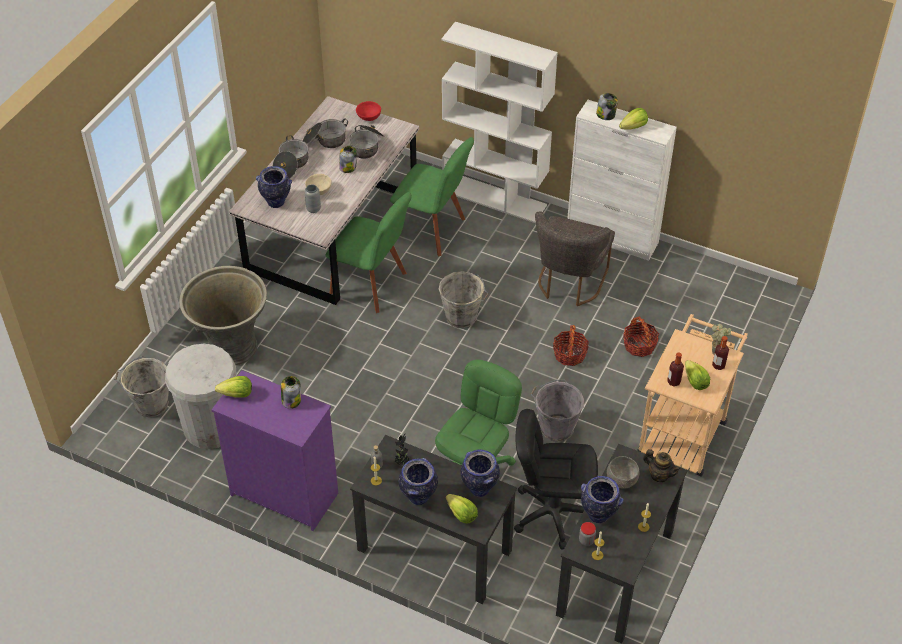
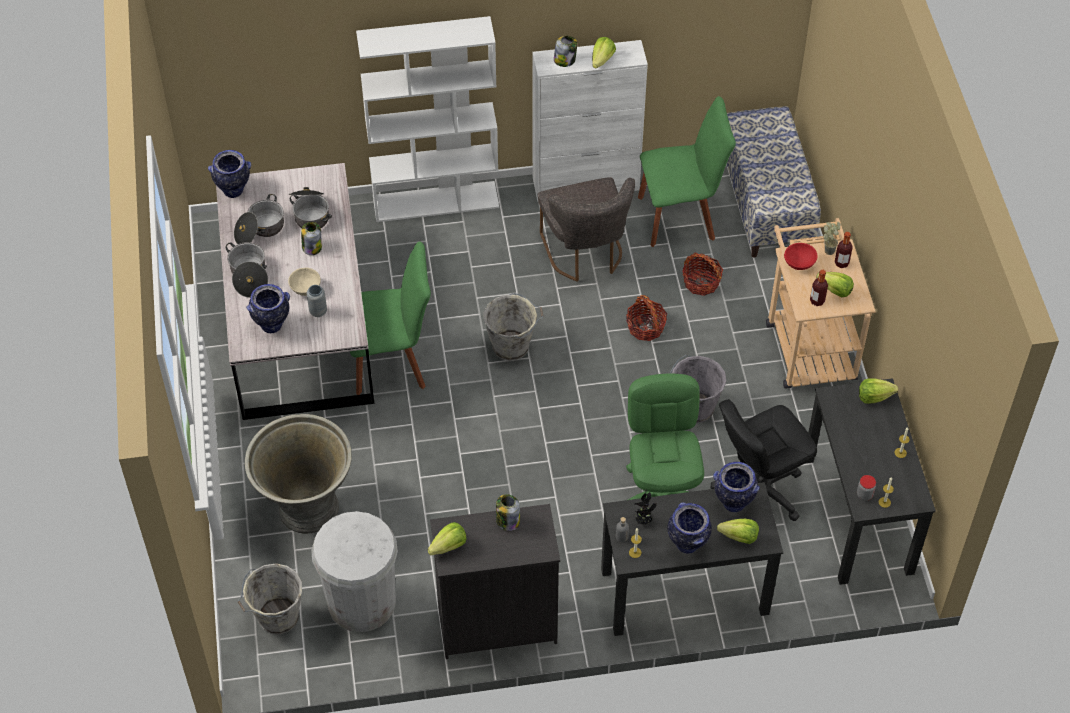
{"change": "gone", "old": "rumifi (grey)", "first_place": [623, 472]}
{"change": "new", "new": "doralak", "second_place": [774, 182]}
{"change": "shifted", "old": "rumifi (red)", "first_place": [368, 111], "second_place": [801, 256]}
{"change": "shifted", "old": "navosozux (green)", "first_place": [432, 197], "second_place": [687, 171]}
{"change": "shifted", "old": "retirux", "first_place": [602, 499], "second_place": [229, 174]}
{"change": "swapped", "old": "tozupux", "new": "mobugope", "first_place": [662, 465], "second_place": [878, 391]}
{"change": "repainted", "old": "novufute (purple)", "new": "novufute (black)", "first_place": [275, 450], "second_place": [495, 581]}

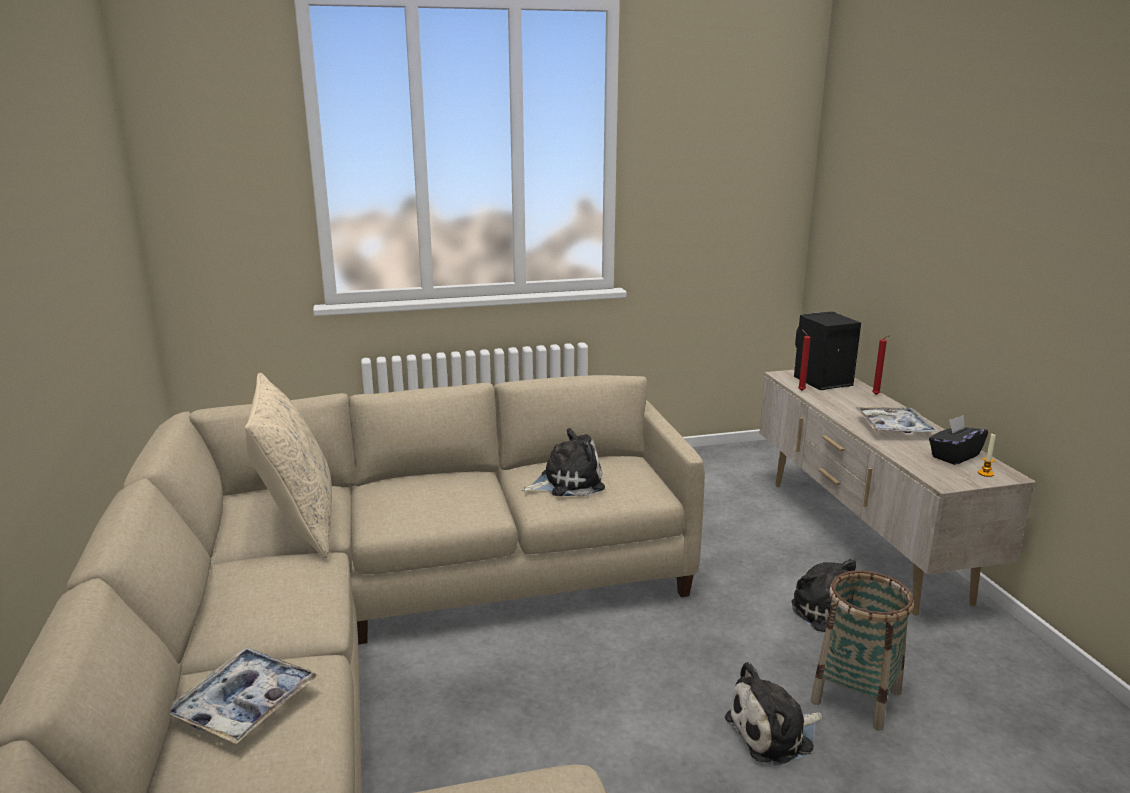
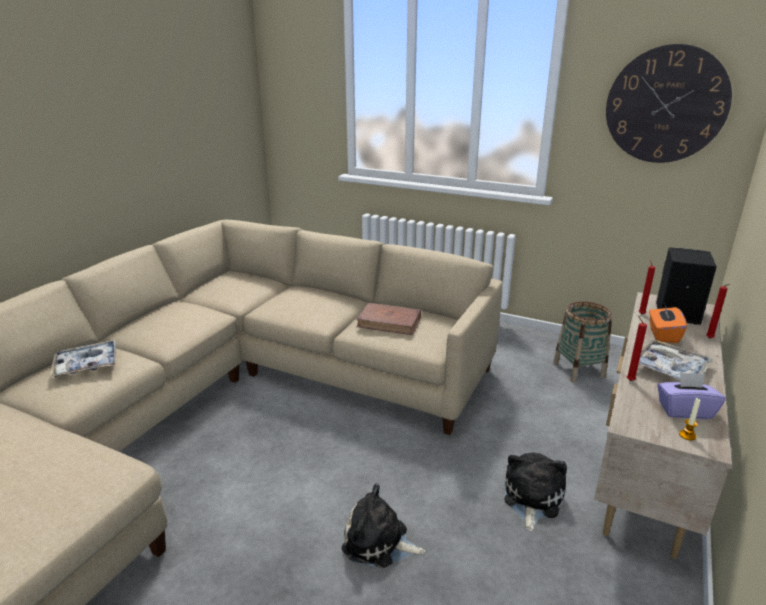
{"change": "gone", "old": "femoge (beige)", "first_place": [288, 465]}
{"change": "new", "new": "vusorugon", "second_place": [669, 103]}
{"change": "new", "new": "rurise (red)", "second_place": [637, 348]}
{"change": "new", "new": "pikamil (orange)", "second_place": [668, 322]}
{"change": "shifted", "old": "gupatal", "first_place": [862, 650], "second_place": [582, 342]}
{"change": "swapped", "old": "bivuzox", "new": "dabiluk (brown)", "first_place": [563, 462], "second_place": [388, 319]}
{"change": "repainted", "old": "pikamil (black)", "new": "pikamil (purple)", "first_place": [958, 440], "second_place": [691, 395]}

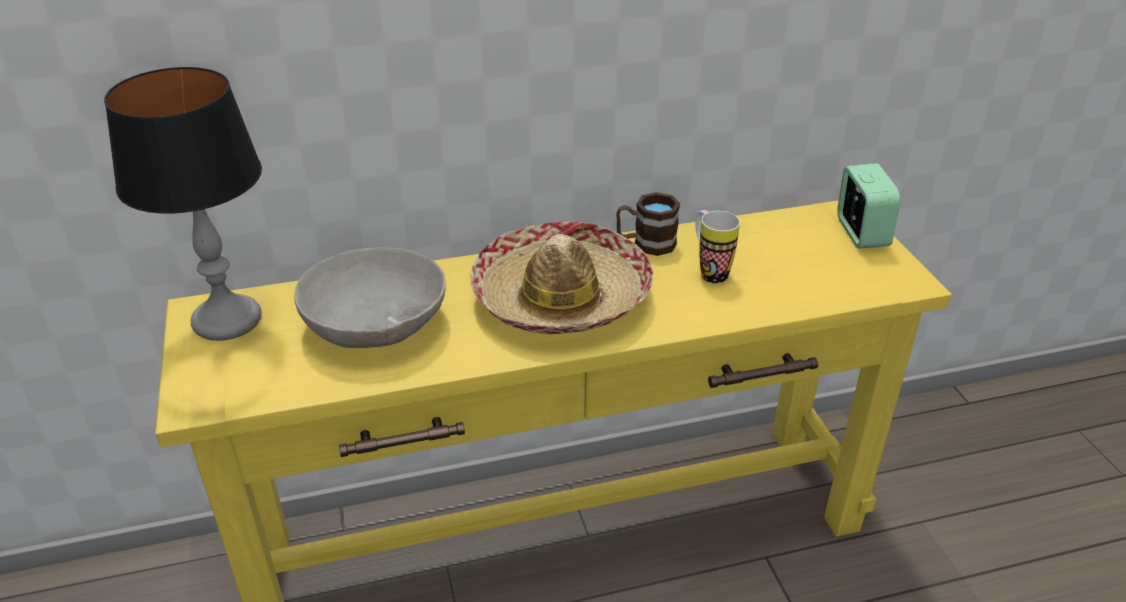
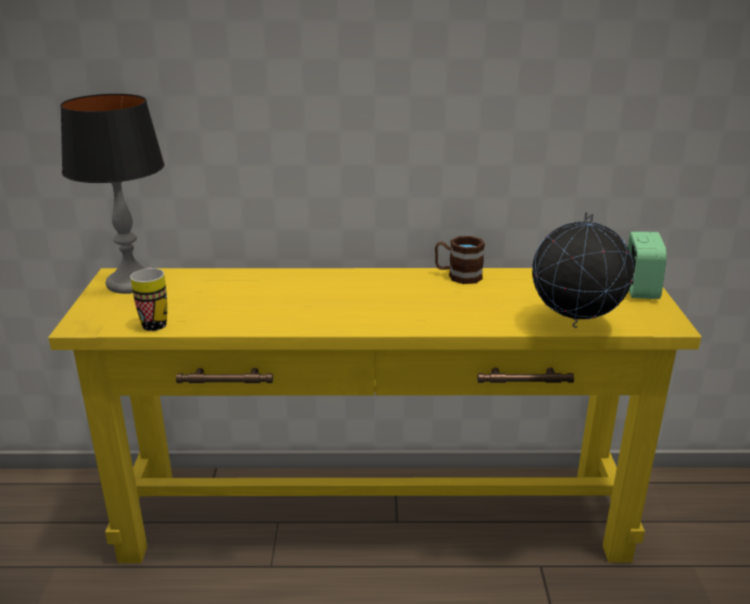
{"change": "gone", "old": "rumifi (grey)", "first_place": [370, 297]}
{"change": "gone", "old": "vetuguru", "first_place": [562, 277]}
{"change": "new", "new": "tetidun", "second_place": [583, 269]}
{"change": "shifted", "old": "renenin", "first_place": [718, 246], "second_place": [148, 299]}

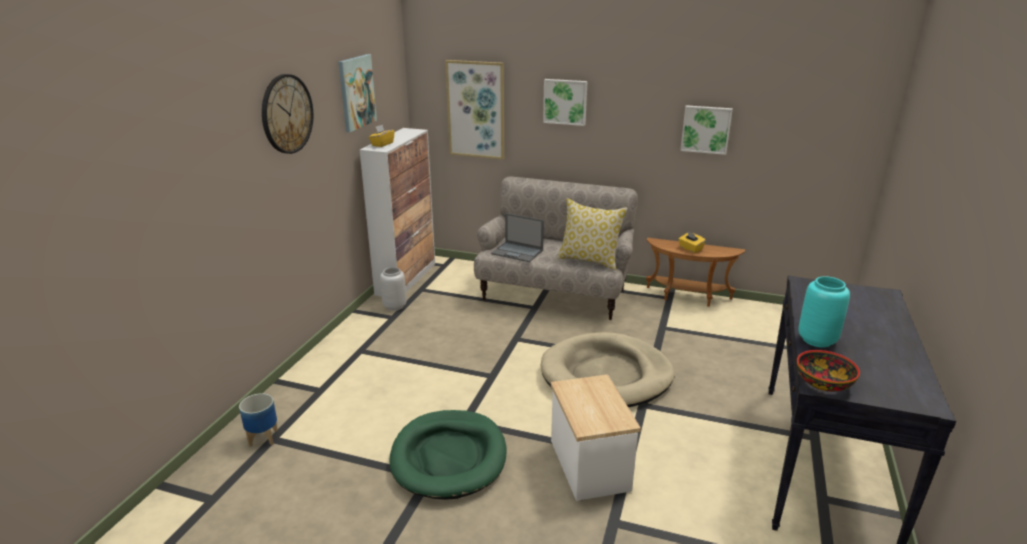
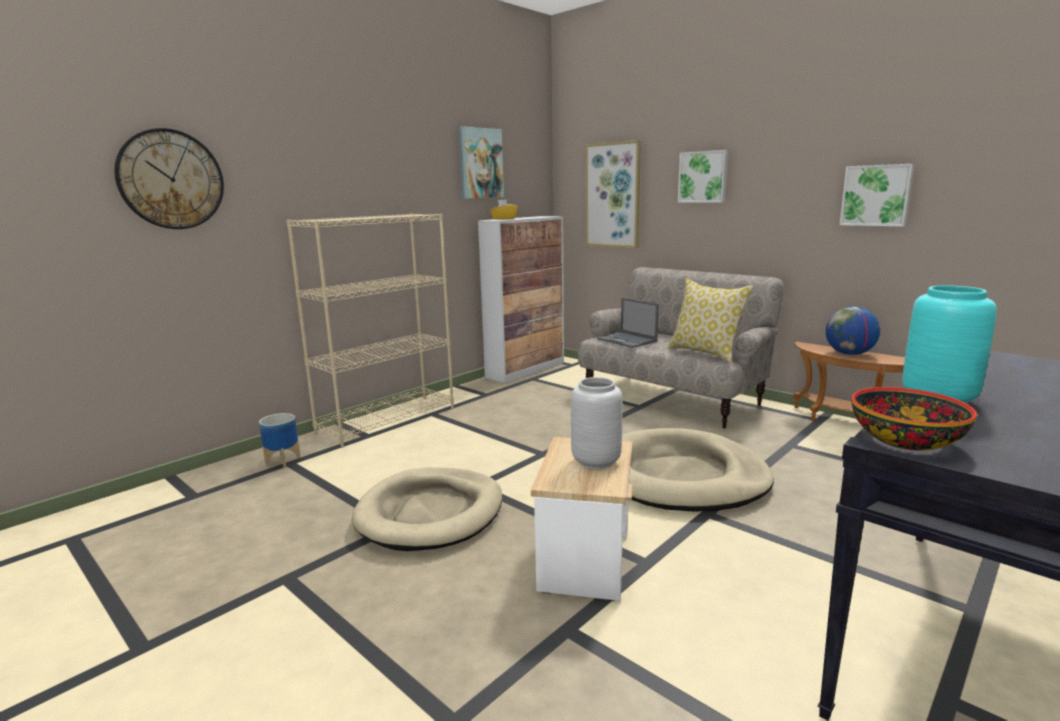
{"change": "new", "new": "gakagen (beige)", "second_place": [370, 330]}
{"change": "shifted", "old": "vusorugon", "first_place": [287, 114], "second_place": [169, 178]}
{"change": "shifted", "old": "retirux (grey)", "first_place": [393, 289], "second_place": [597, 423]}
{"change": "swapped", "old": "pikamil (yellow)", "new": "tetidun", "first_place": [692, 242], "second_place": [853, 331]}
{"change": "repainted", "old": "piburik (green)", "new": "piburik (beige)", "first_place": [448, 455], "second_place": [427, 509]}

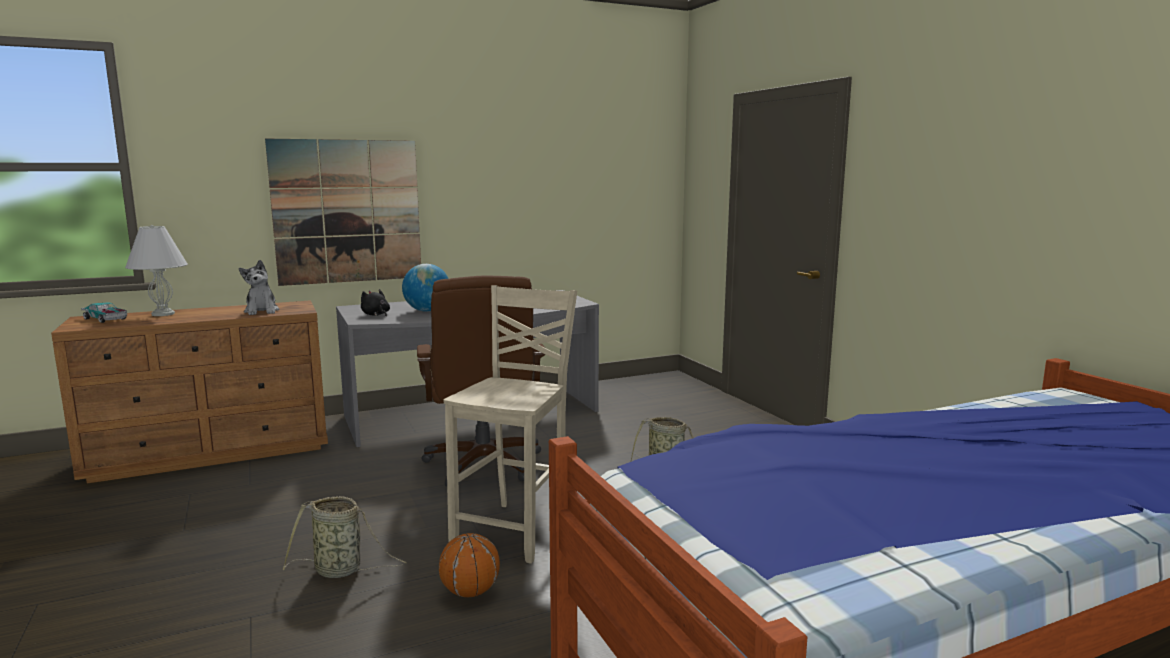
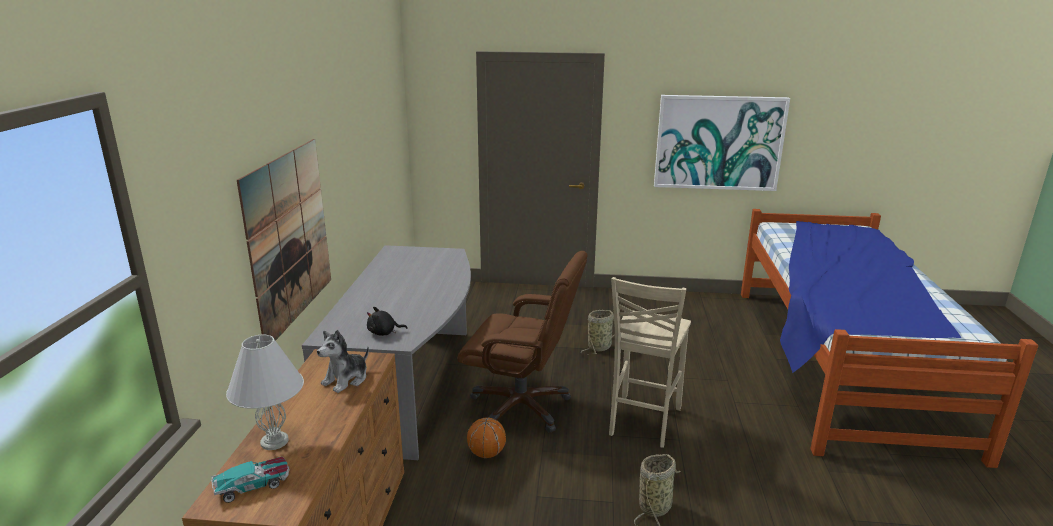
{"change": "gone", "old": "tetidun", "first_place": [425, 288]}
{"change": "new", "new": "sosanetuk", "second_place": [722, 143]}
{"change": "shifted", "old": "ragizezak", "first_place": [469, 565], "second_place": [486, 437]}
{"change": "rotated", "old": "bivuzox", "first_place": [259, 287], "second_place": [343, 361], "degrees": 120}
{"change": "rotated", "old": "navosozux (beige)", "first_place": [510, 424], "second_place": [650, 362], "degrees": -120}

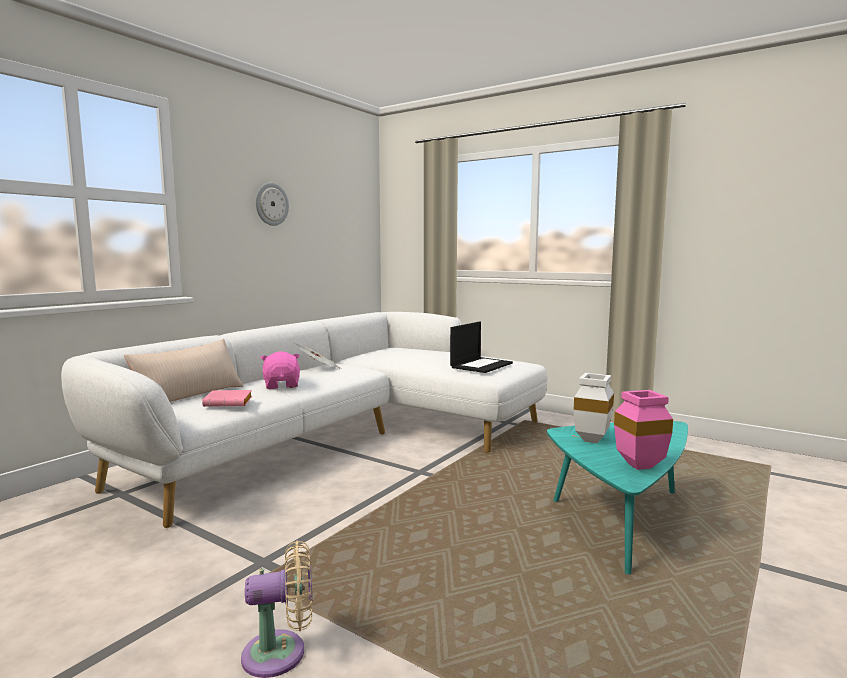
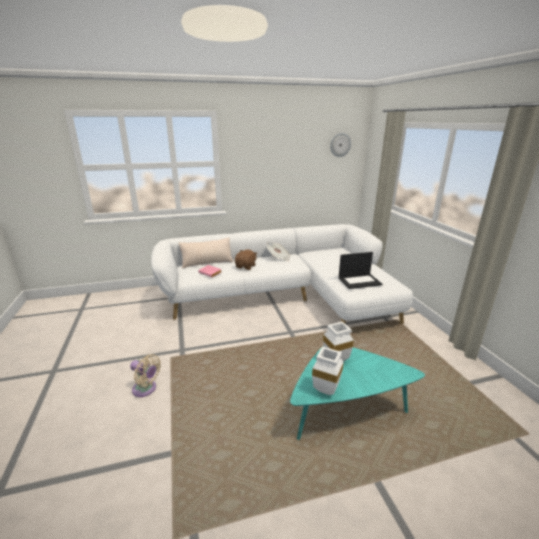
{"change": "shifted", "old": "vusorugon", "first_place": [272, 204], "second_place": [340, 145]}
{"change": "repainted", "old": "bivuzox (pink)", "new": "bivuzox (brown)", "first_place": [280, 370], "second_place": [246, 260]}
{"change": "repainted", "old": "retirux (pink)", "new": "retirux (white)", "first_place": [643, 430], "second_place": [328, 370]}

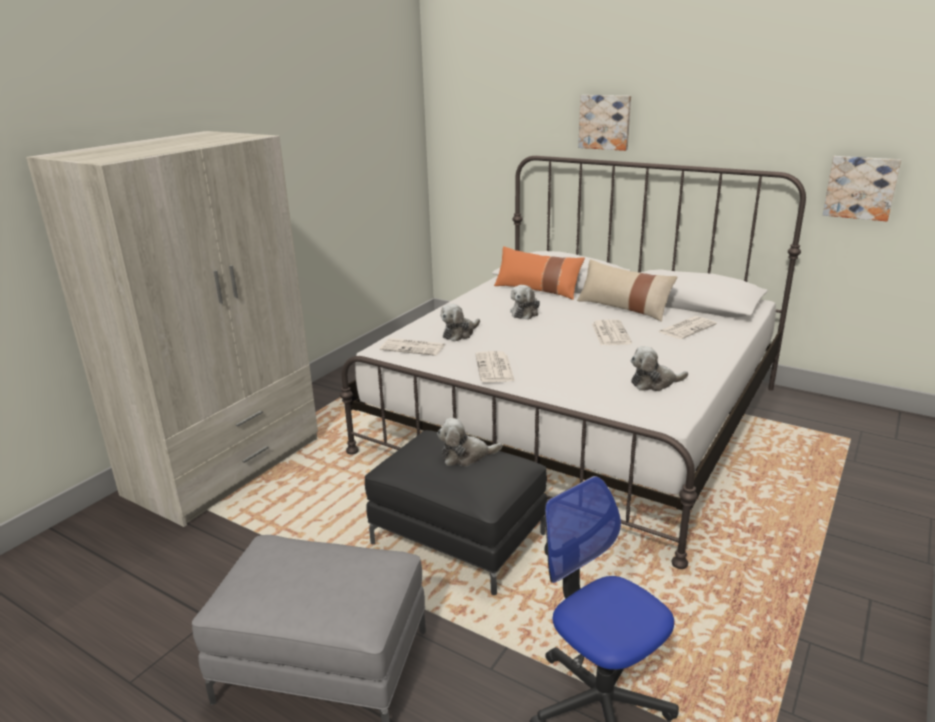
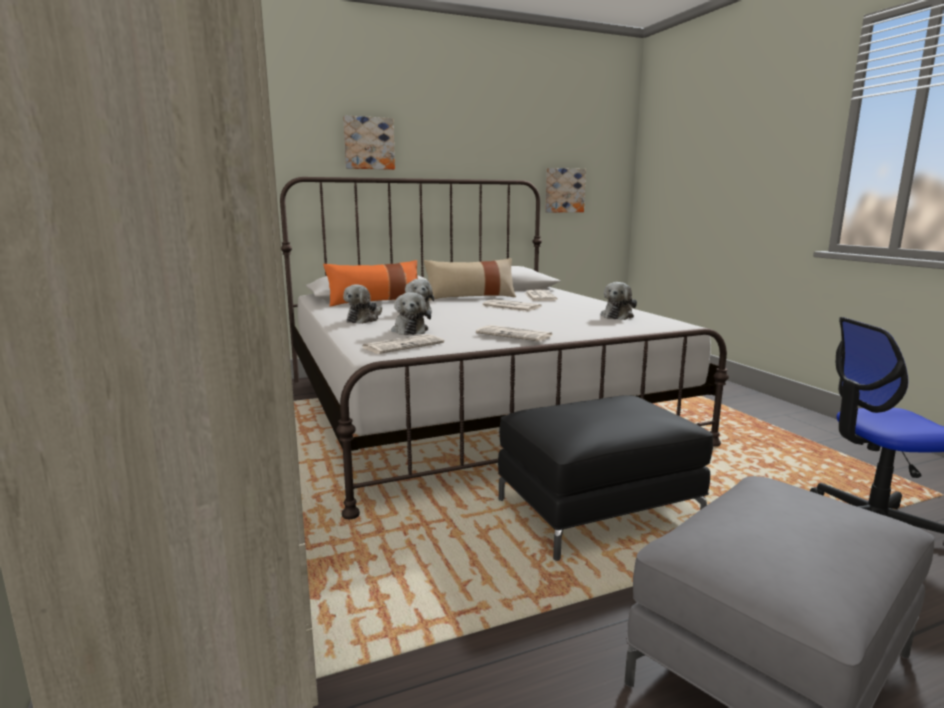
{"change": "shifted", "old": "bivuzox", "first_place": [469, 442], "second_place": [362, 304]}

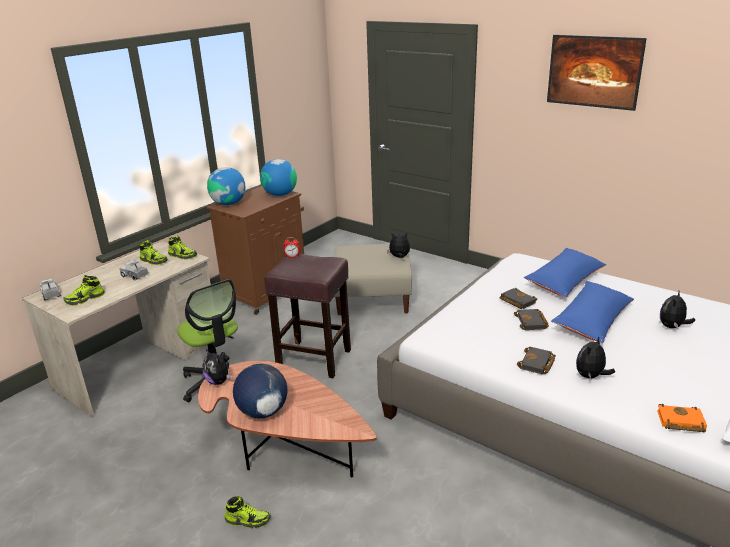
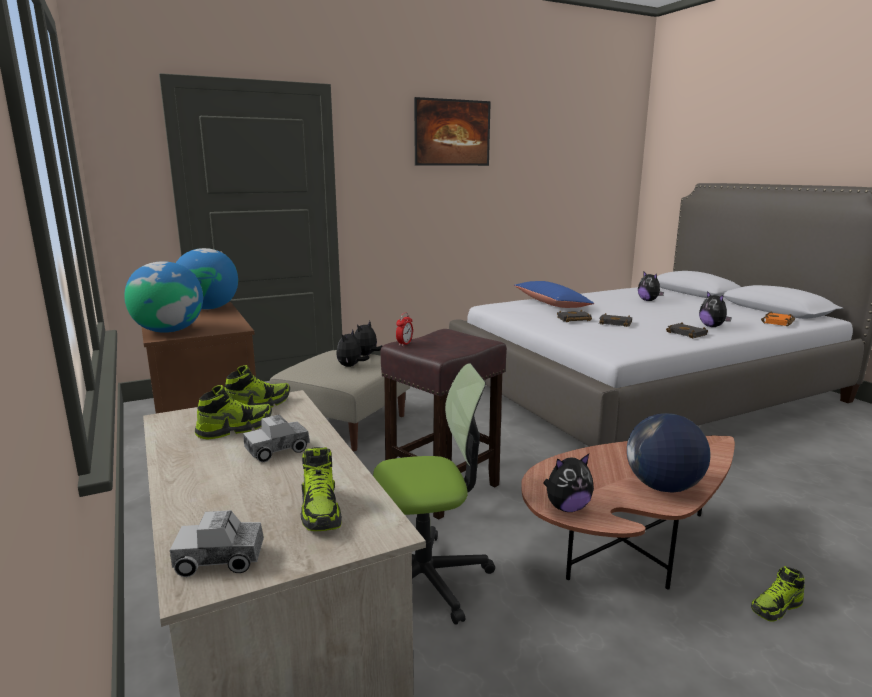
{"change": "gone", "old": "femoge (blue)", "first_place": [592, 312]}
{"change": "new", "new": "bivuzox", "second_place": [352, 348]}
{"change": "rotated", "old": "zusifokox", "first_place": [248, 512], "second_place": [778, 594], "degrees": -150}

